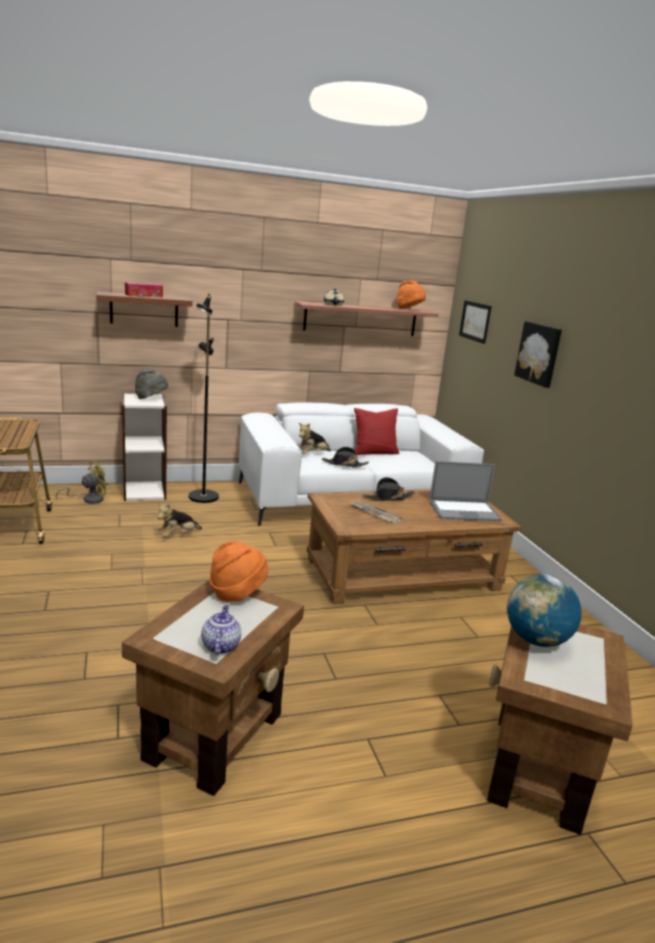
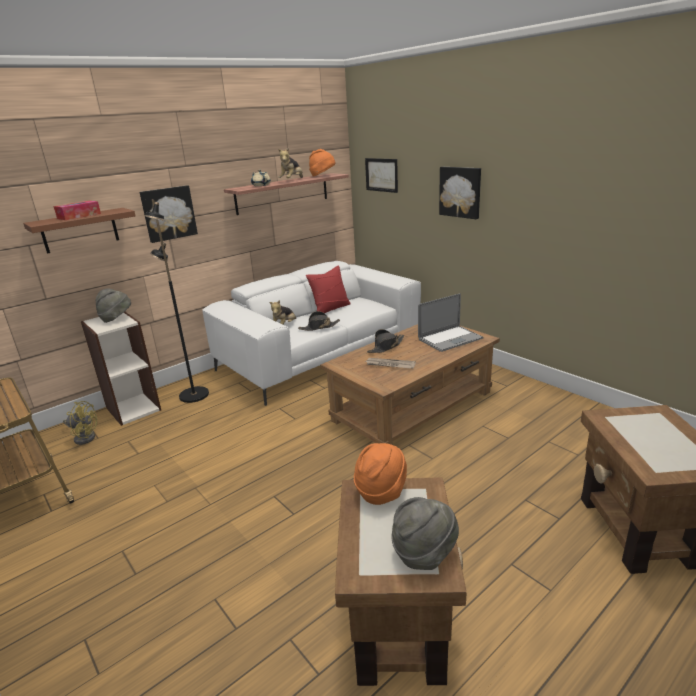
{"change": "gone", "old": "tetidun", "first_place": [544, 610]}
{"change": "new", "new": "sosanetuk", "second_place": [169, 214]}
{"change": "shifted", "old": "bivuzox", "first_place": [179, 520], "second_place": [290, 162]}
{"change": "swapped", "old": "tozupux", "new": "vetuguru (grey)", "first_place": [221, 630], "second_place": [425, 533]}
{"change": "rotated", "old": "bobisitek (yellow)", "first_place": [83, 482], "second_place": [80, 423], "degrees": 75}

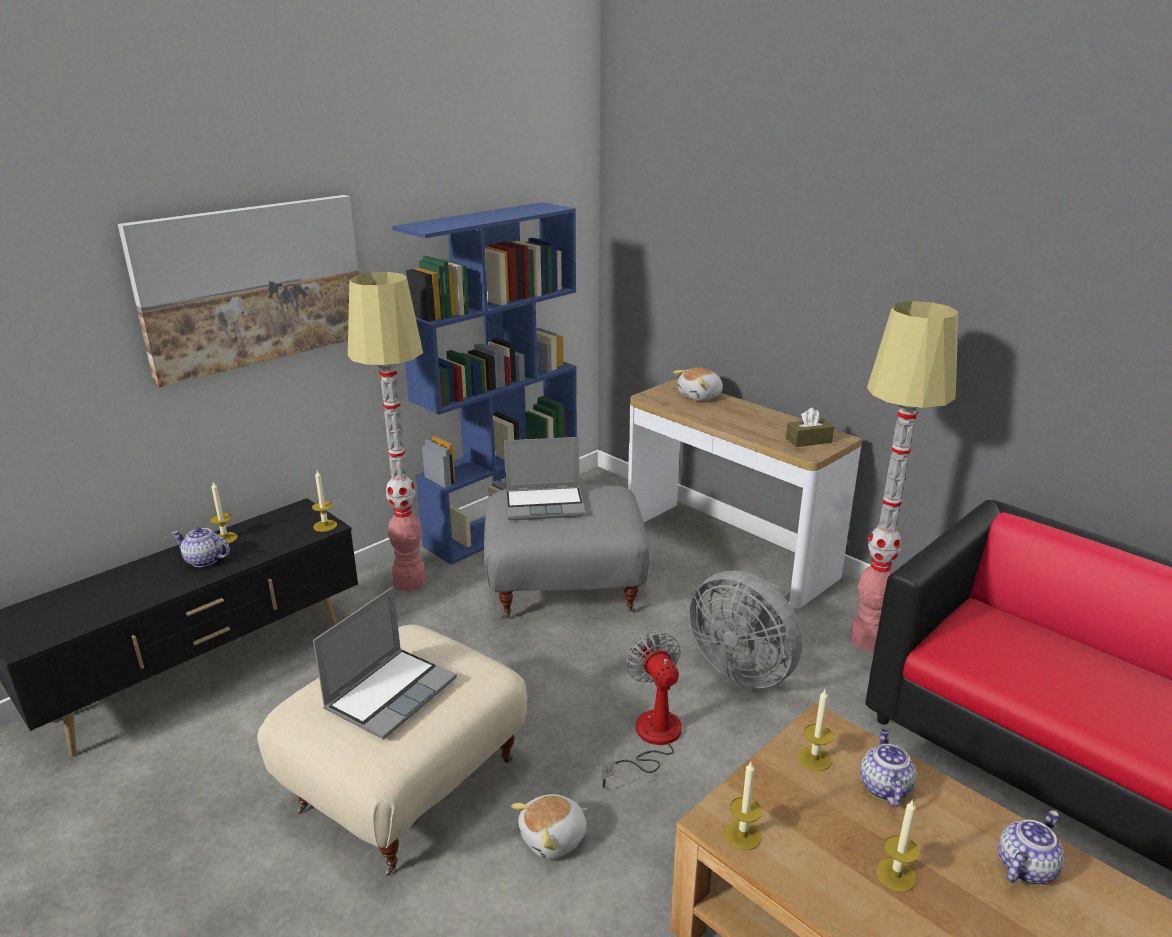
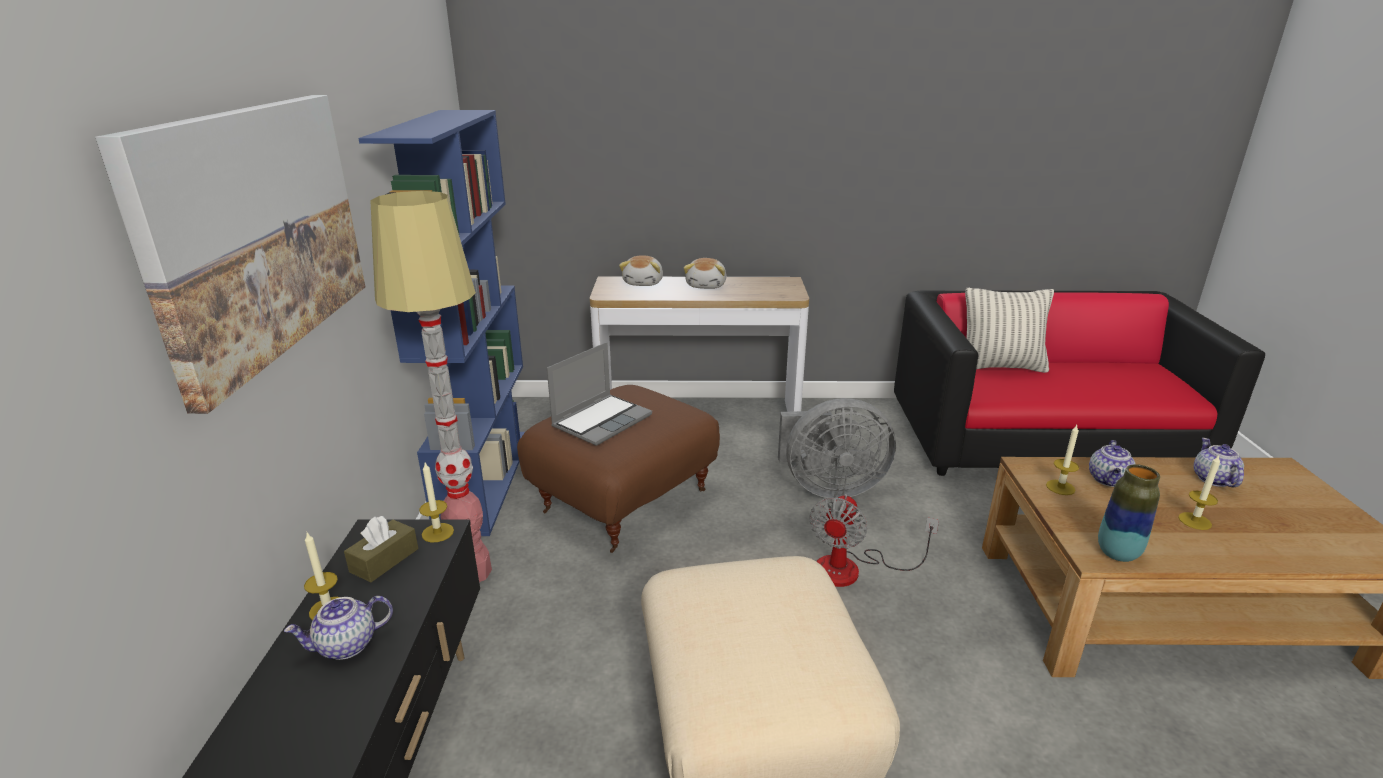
{"change": "gone", "old": "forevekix", "first_place": [385, 663]}
{"change": "gone", "old": "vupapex", "first_place": [904, 476]}
{"change": "new", "new": "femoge", "second_place": [1009, 330]}
{"change": "shifted", "old": "bivuzox", "first_place": [549, 826], "second_place": [705, 273]}
{"change": "shifted", "old": "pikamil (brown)", "first_place": [810, 427], "second_place": [381, 549]}
{"change": "swapped", "old": "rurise", "new": "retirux", "first_place": [743, 806], "second_place": [1129, 513]}
{"change": "repainted", "old": "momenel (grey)", "new": "momenel (brown)", "first_place": [567, 552], "second_place": [618, 469]}
{"change": "rotated", "old": "bobisitek", "first_place": [642, 710], "second_place": [874, 540], "degrees": -90}
{"change": "rotated", "old": "tozupux", "first_place": [888, 768], "second_place": [1112, 463], "degrees": -120}

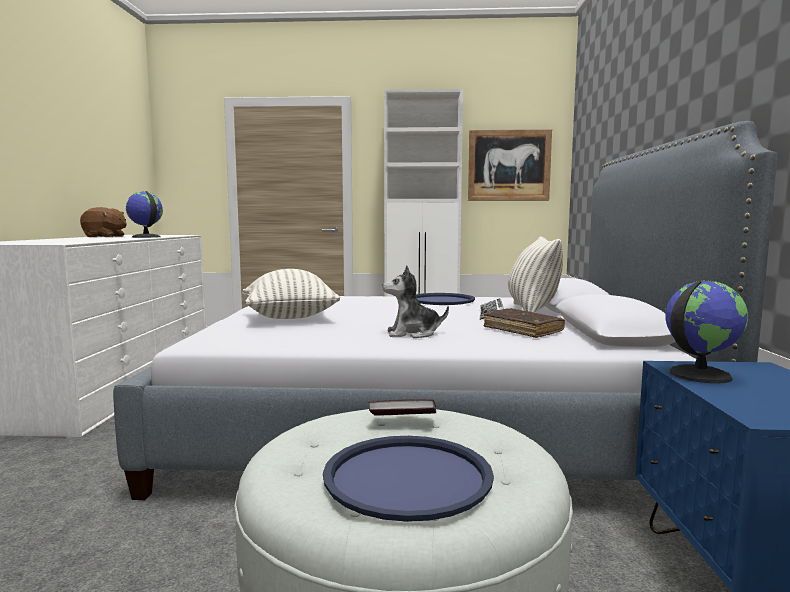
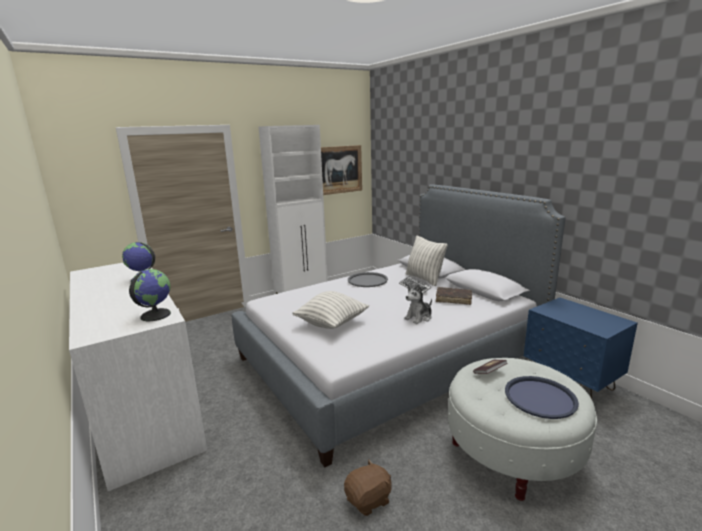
{"change": "shifted", "old": "bivuzox (brown)", "first_place": [103, 222], "second_place": [368, 488]}
{"change": "shifted", "old": "tetidun", "first_place": [706, 332], "second_place": [150, 295]}
{"change": "repainted", "old": "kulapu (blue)", "new": "kulapu (grey)", "first_place": [445, 299], "second_place": [368, 279]}

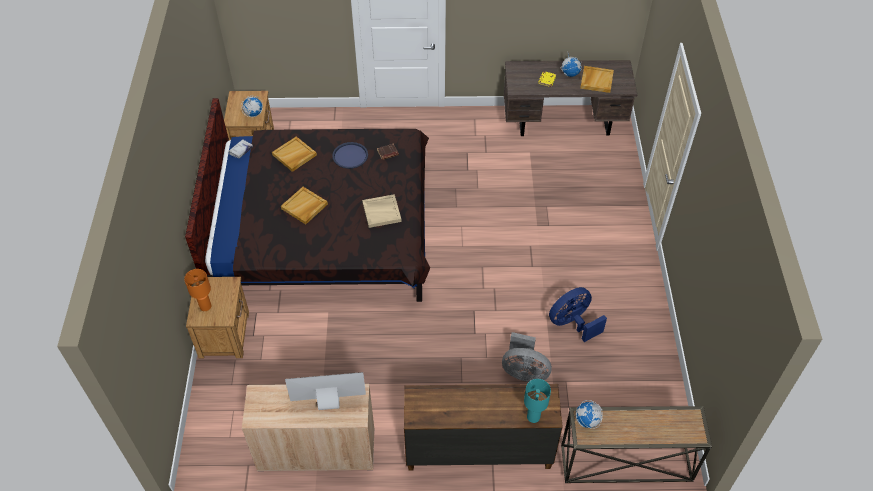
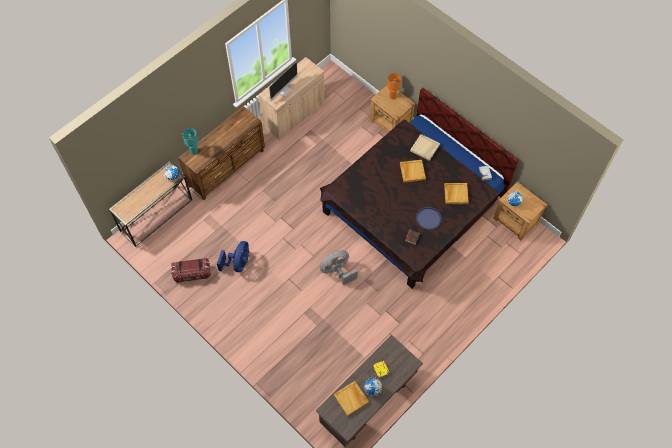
{"change": "new", "new": "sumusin", "second_place": [191, 270]}
{"change": "shifted", "old": "kulapu (beige)", "first_place": [382, 211], "second_place": [425, 147]}
{"change": "shifted", "old": "bobisitek (grey)", "first_place": [527, 357], "second_place": [339, 267]}

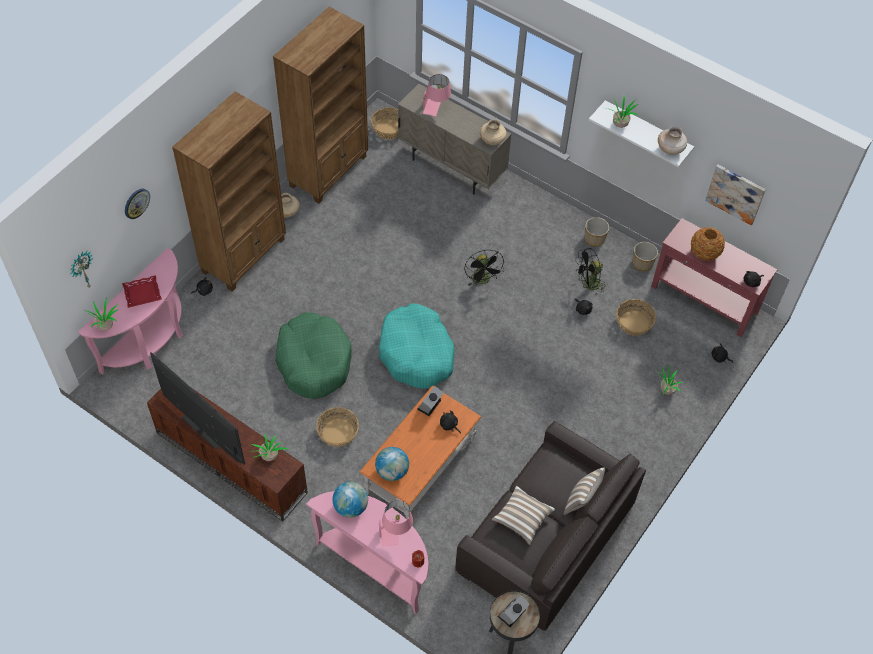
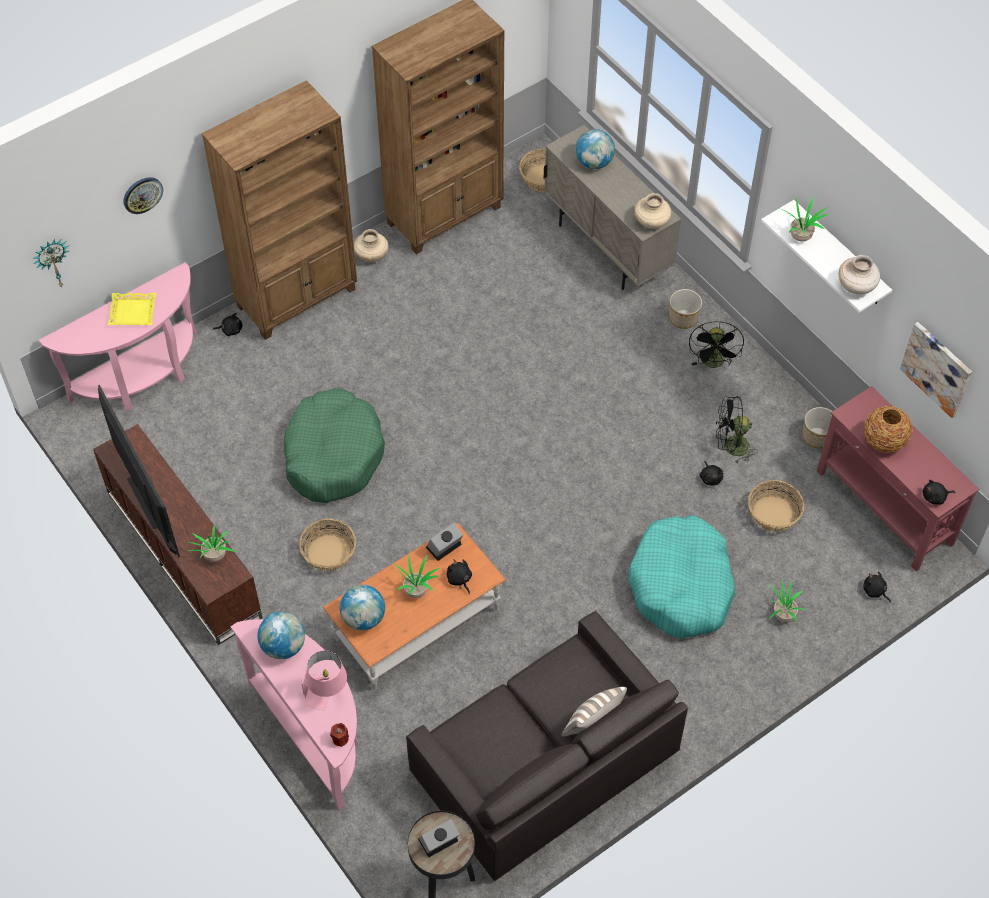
{"change": "gone", "old": "femoge", "first_place": [523, 515]}
{"change": "shifted", "old": "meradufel", "first_place": [101, 314], "second_place": [416, 576]}
{"change": "shifted", "old": "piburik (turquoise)", "first_place": [417, 346], "second_place": [681, 577]}
{"change": "shifted", "old": "bobisitek (black)", "first_place": [484, 268], "second_place": [716, 344]}
{"change": "shifted", "old": "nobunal", "first_place": [596, 231], "second_place": [685, 309]}
{"change": "swapped", "old": "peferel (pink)", "new": "tetidun", "first_place": [437, 95], "second_place": [595, 149]}
{"change": "repainted", "old": "kulapu (red)", "new": "kulapu (yellow)", "first_place": [142, 291], "second_place": [132, 309]}

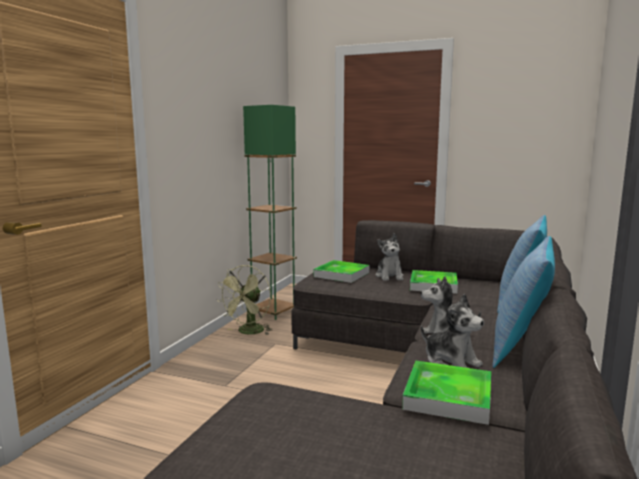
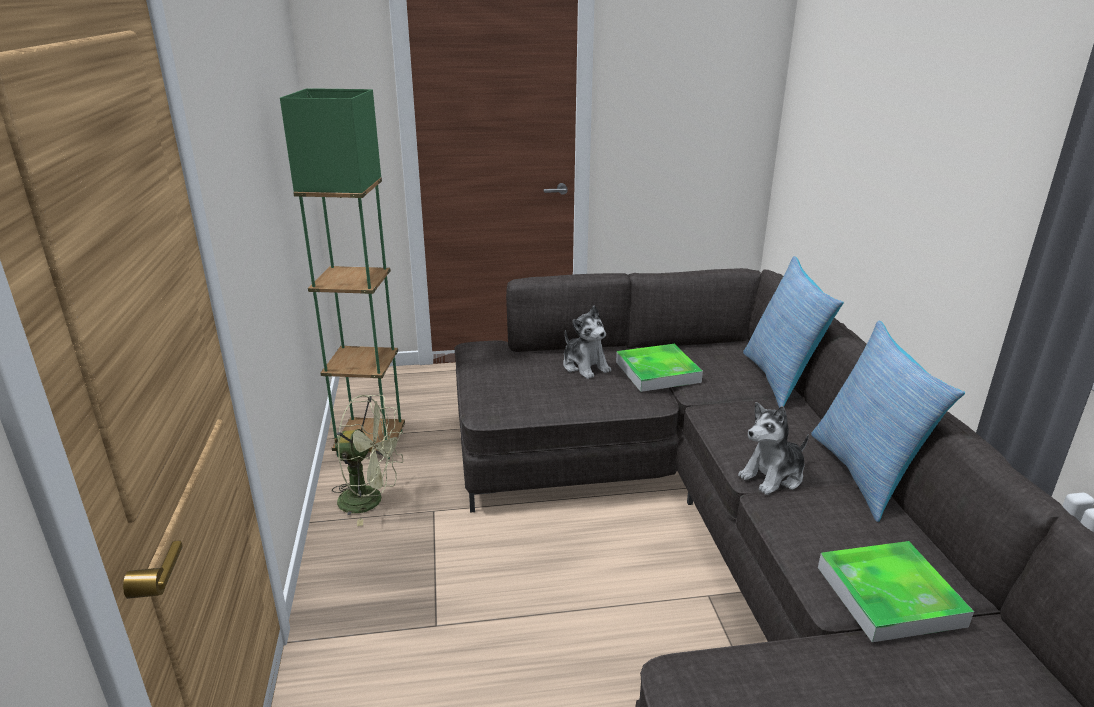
{"change": "gone", "old": "kulapu", "first_place": [341, 271]}
{"change": "gone", "old": "bivuzox", "first_place": [452, 331]}
{"change": "rotated", "old": "bobisitek (green)", "first_place": [245, 300], "second_place": [368, 460], "degrees": -75}

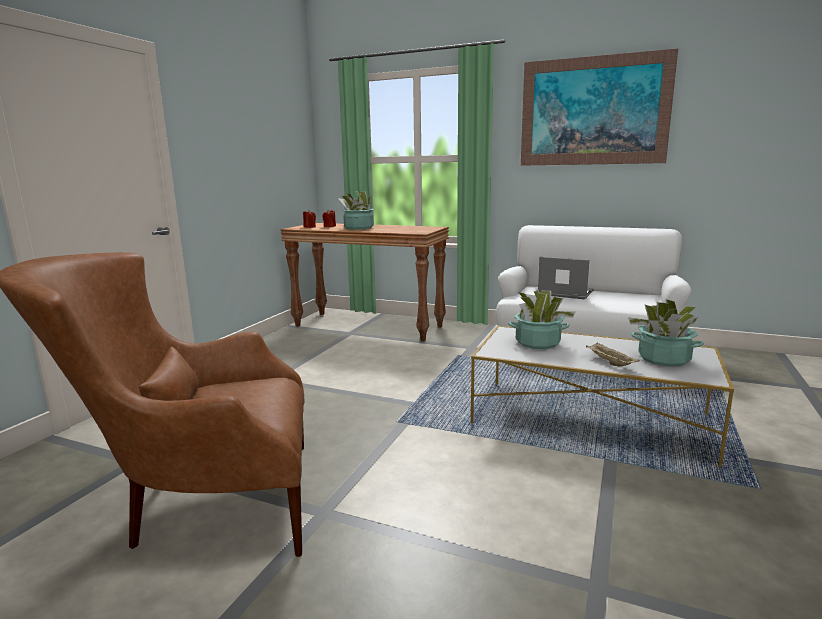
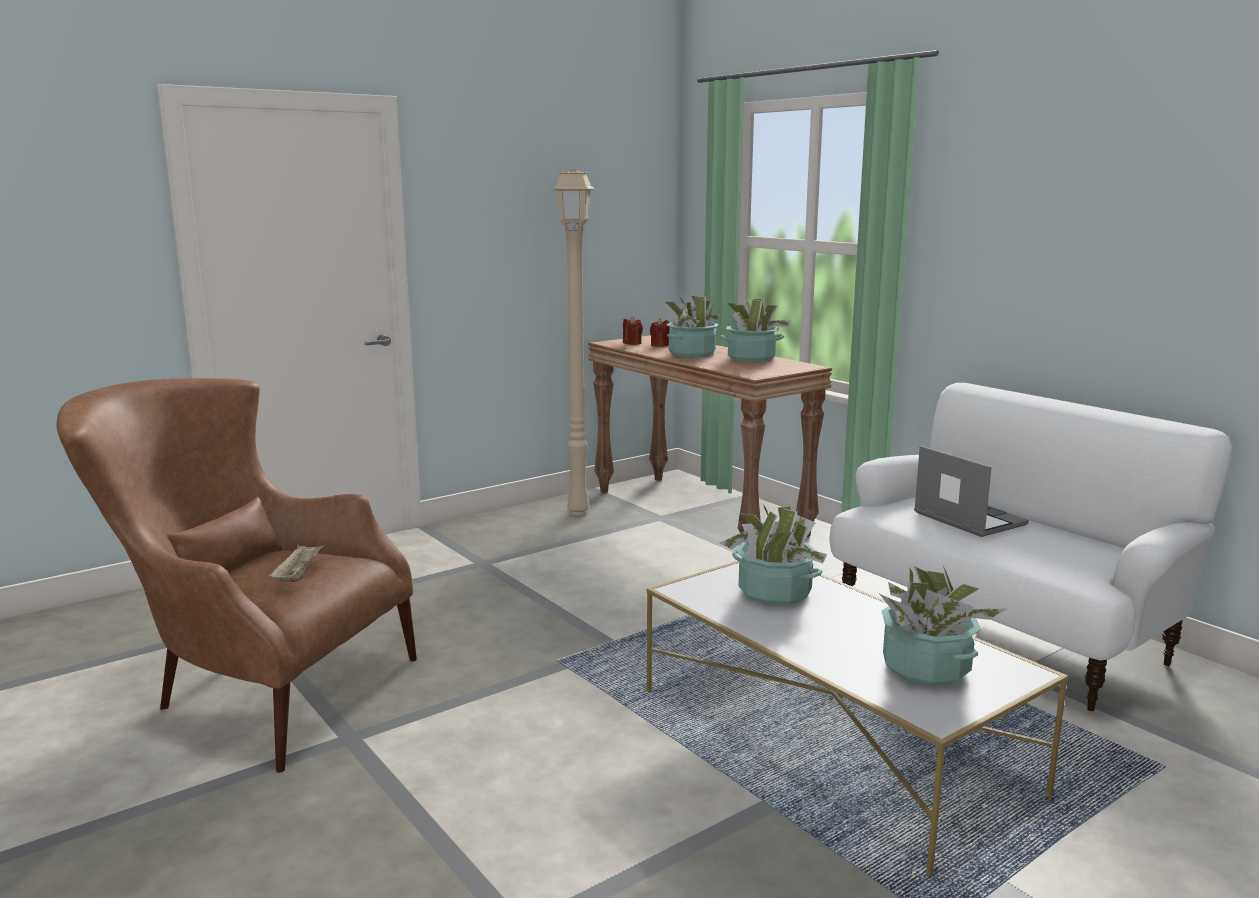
{"change": "gone", "old": "sosanetuk", "first_place": [599, 107]}
{"change": "new", "new": "vupapex (beige)", "second_place": [573, 342]}
{"change": "new", "new": "meradufel", "second_place": [755, 330]}
{"change": "shifted", "old": "kulapu (beige)", "first_place": [613, 355], "second_place": [296, 563]}

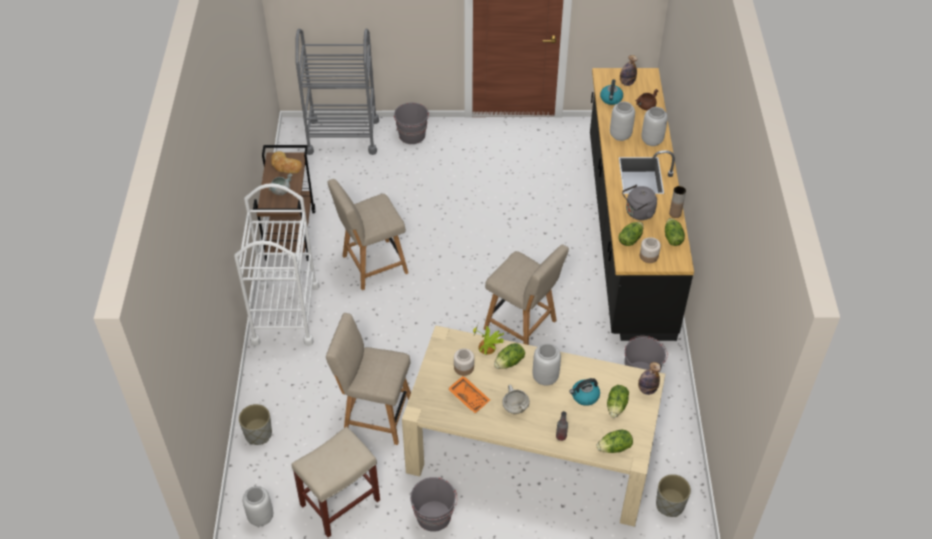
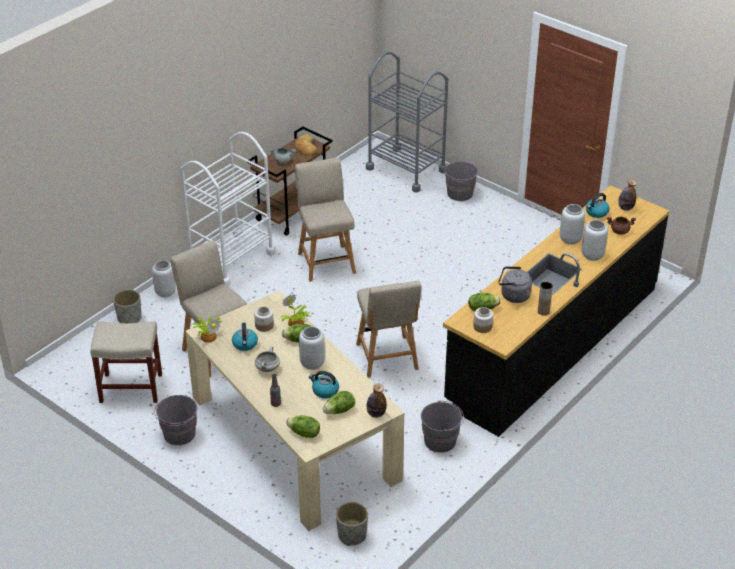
{"change": "gone", "old": "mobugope", "first_place": [675, 232]}
{"change": "new", "new": "meradufel", "second_place": [207, 330]}
{"change": "shifted", "old": "retirux (grey)", "first_place": [258, 506], "second_place": [164, 278]}
{"change": "swapped", "old": "kulapu (orange)", "new": "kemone", "first_place": [469, 394], "second_place": [245, 337]}
{"change": "rotated", "old": "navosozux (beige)", "first_place": [368, 234], "second_place": [325, 220], "degrees": 60}

